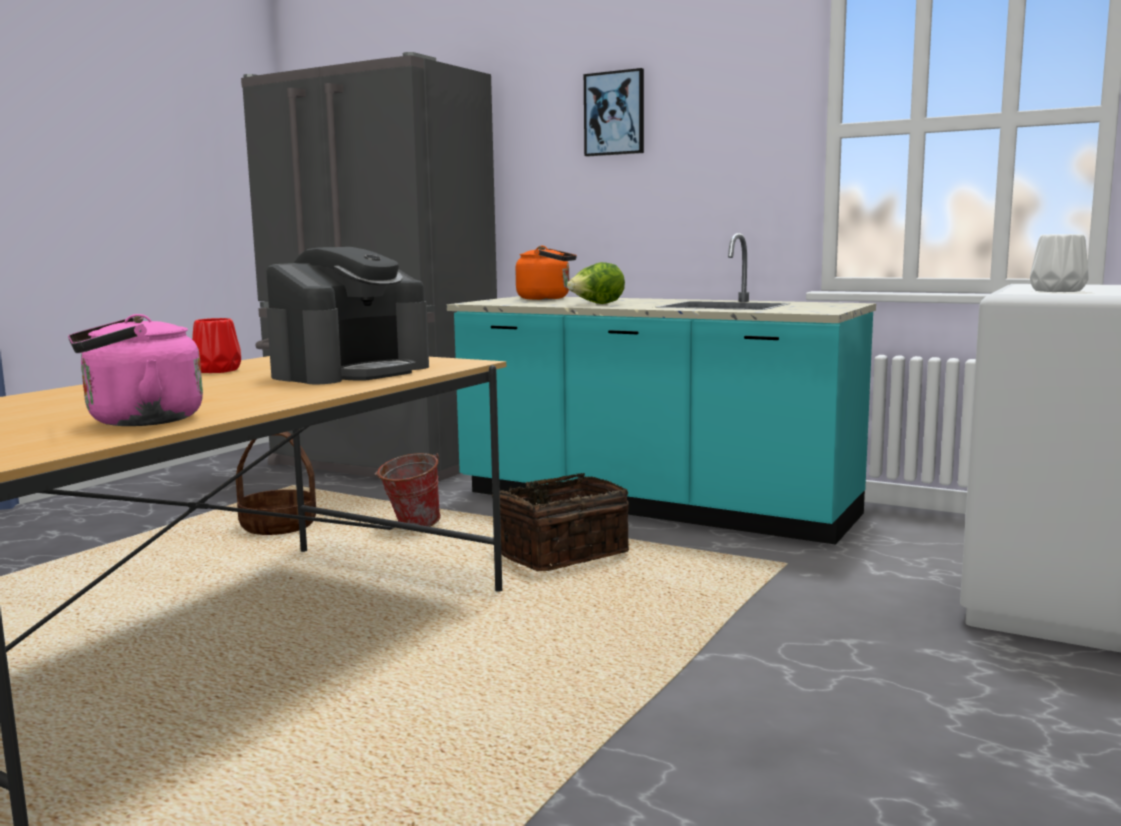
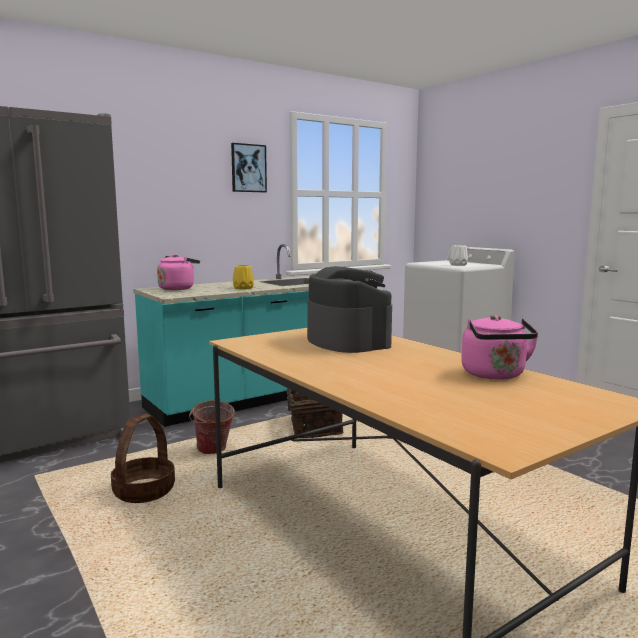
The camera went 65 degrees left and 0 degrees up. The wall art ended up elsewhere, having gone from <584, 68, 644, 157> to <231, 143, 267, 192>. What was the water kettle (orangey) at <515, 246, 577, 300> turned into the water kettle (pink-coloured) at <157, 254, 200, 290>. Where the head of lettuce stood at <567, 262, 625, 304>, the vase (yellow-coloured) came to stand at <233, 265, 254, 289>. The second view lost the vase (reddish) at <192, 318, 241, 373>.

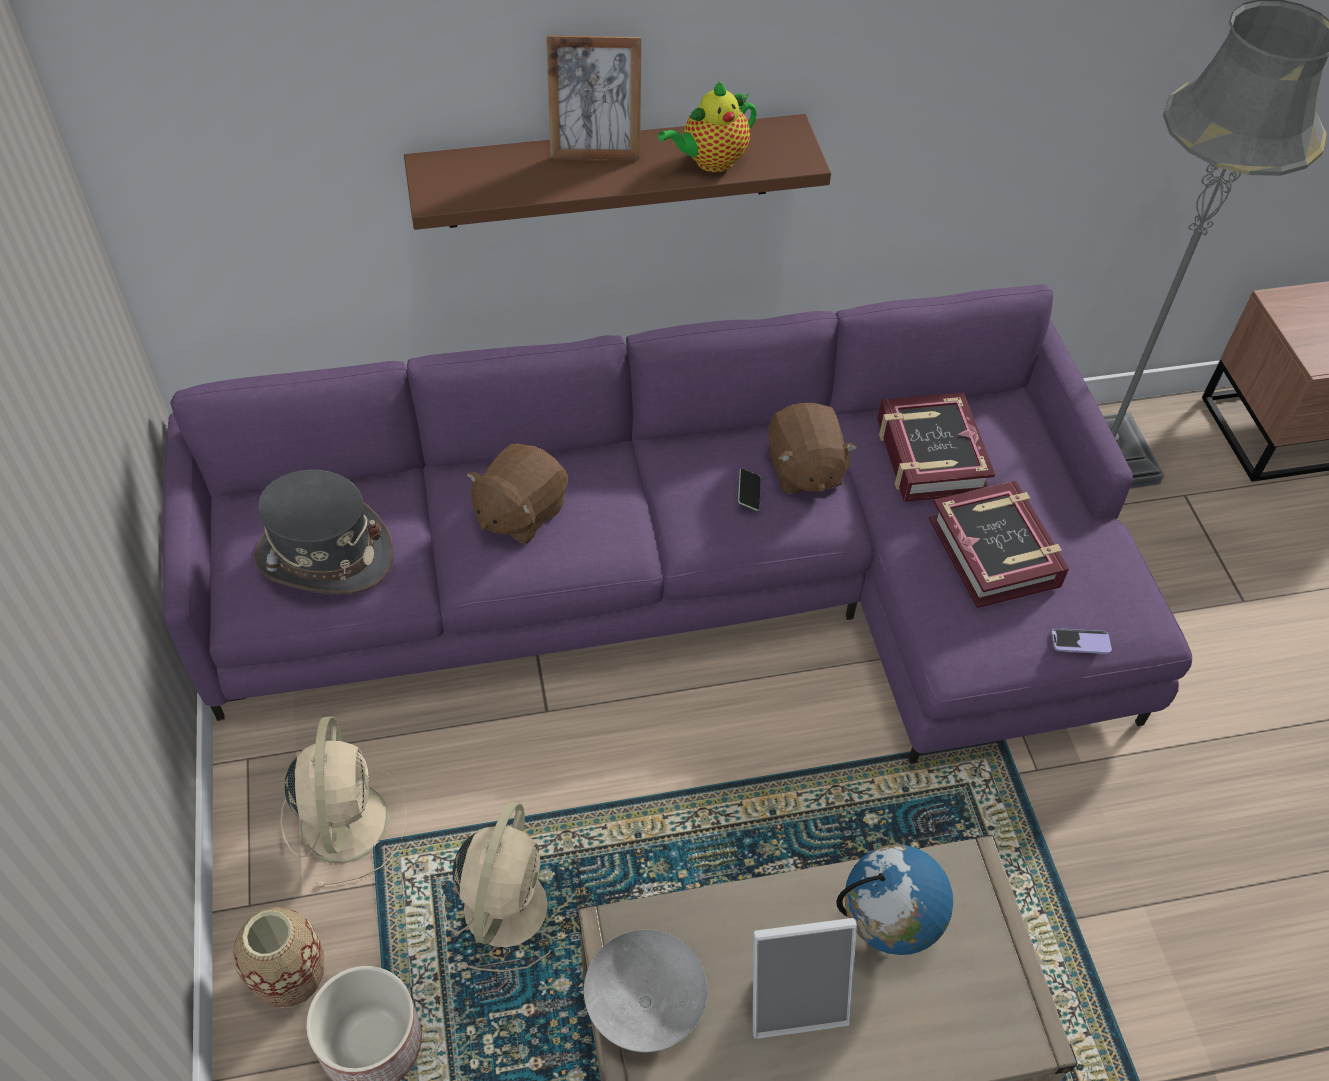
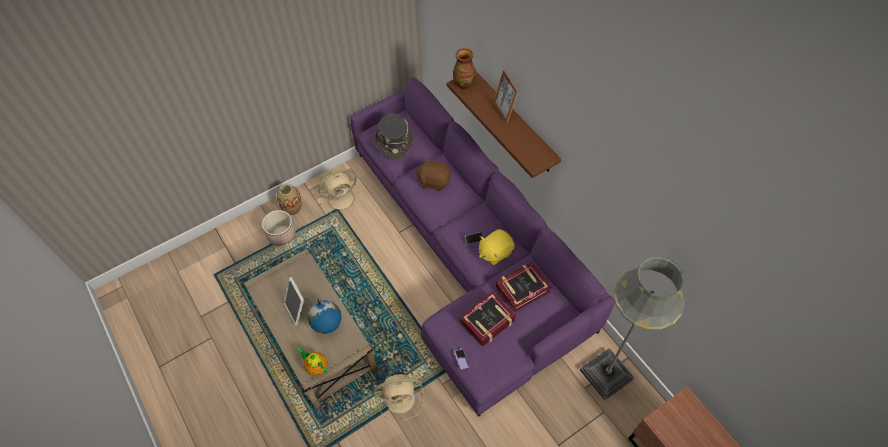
The camera went 70 degrees right and 5 degrees up. The tea pot ended up elsewhere, having gone from <658, 81, 757, 172> to <296, 347, 328, 376>. What was the soft toy (brownish) at <768, 403, 858, 494> turned into the soft toy (yellow-coloured) at <479, 229, 515, 265>. The electric fan (beige-coloured) ended up elsewhere, having gone from <443, 801, 551, 972> to <374, 372, 424, 421>. The second view lost the bowl (greyish) at <584, 930, 707, 1052>. The second view gained the vase at <453, 48, 476, 89>.

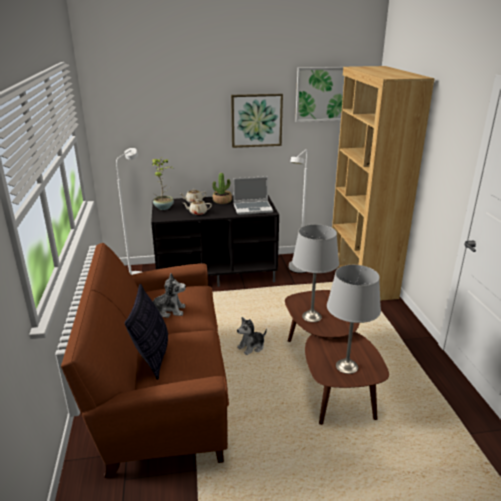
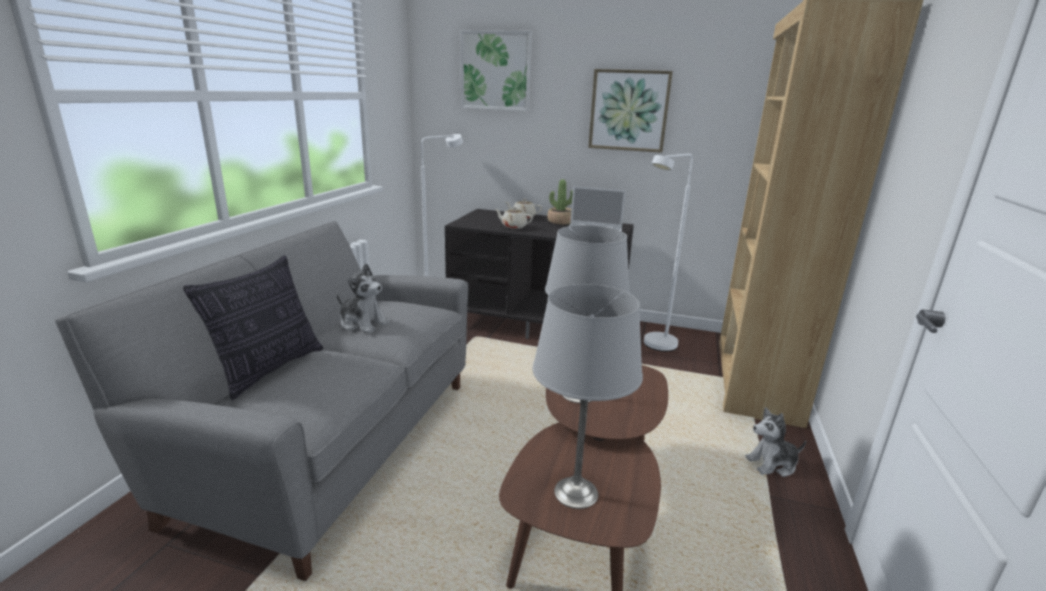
The camera went 25 degrees right and 5 degrees down. The wall art ended up elsewhere, having gone from <295, 67, 344, 122> to <461, 30, 532, 111>. The second view lost the potted plant at <152, 158, 174, 210>. What was the couch (brownish) at <61, 243, 229, 478> turned into the couch (greyish) at <55, 221, 468, 581>. The soft toy ended up elsewhere, having gone from <237, 317, 267, 355> to <745, 407, 806, 477>.

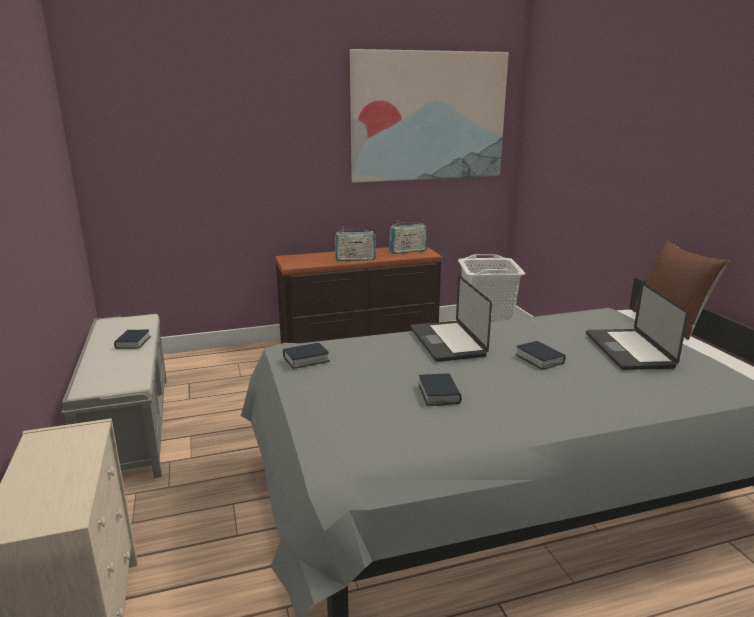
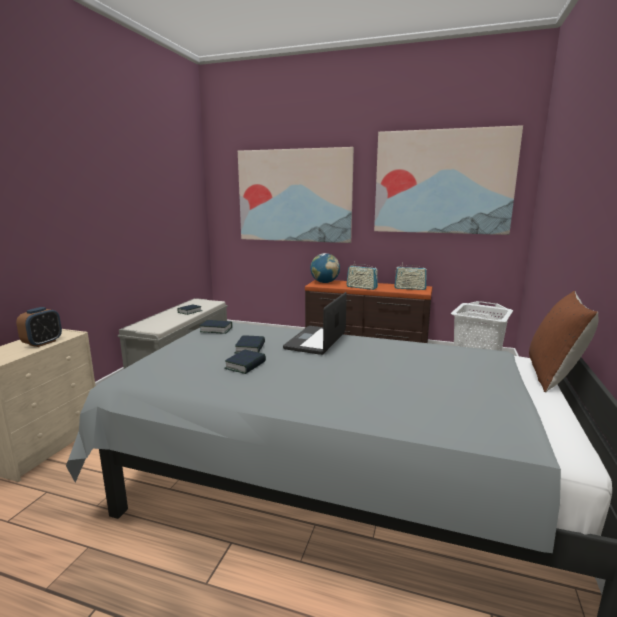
The camera went 35 degrees right and 5 degrees down. The second view lost the laptop at <586, 282, 688, 370>. The volume ended up elsewhere, having gone from <515, 341, 565, 370> to <235, 335, 265, 354>. The second view gained the wall art at <238, 147, 354, 243>. The second view gained the globe at <310, 253, 340, 283>. The second view gained the table clock at <16, 307, 62, 347>.

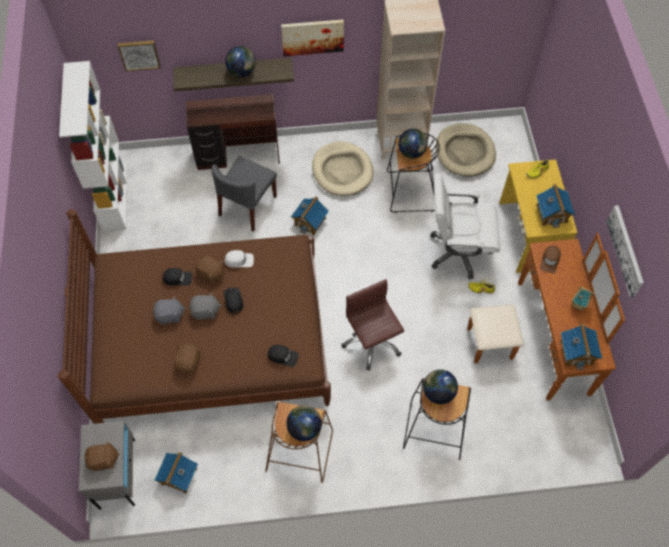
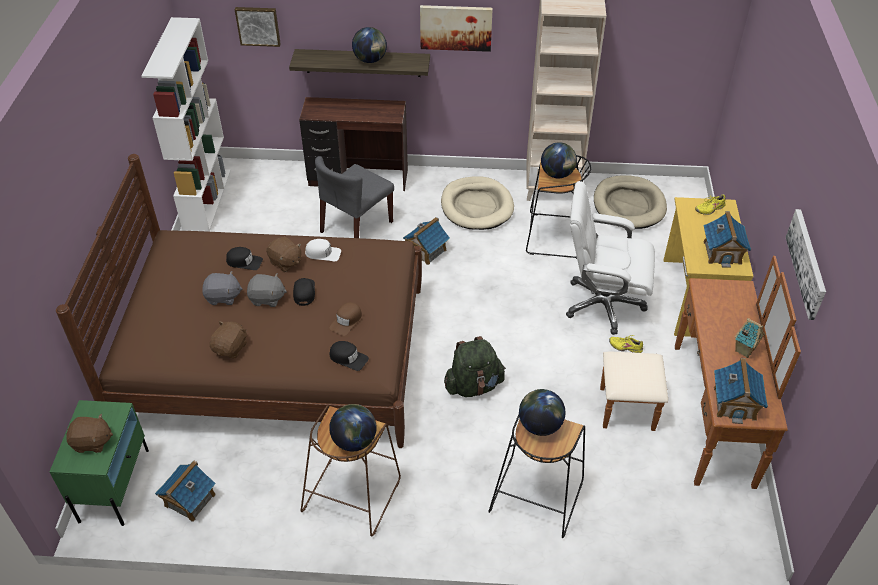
The camera went 10 degrees right and 15 degrees down. The cap (brownish) ended up elsewhere, having gone from <540, 246, 561, 274> to <329, 302, 362, 336>. Where the office chair (brownish) stood at <342, 279, 404, 370>, the rucksack (green-coloured) came to stand at <444, 336, 506, 397>. What was the nightstand (greyish) at <79, 421, 135, 510> turned into the nightstand (green-coloured) at <49, 400, 149, 526>.

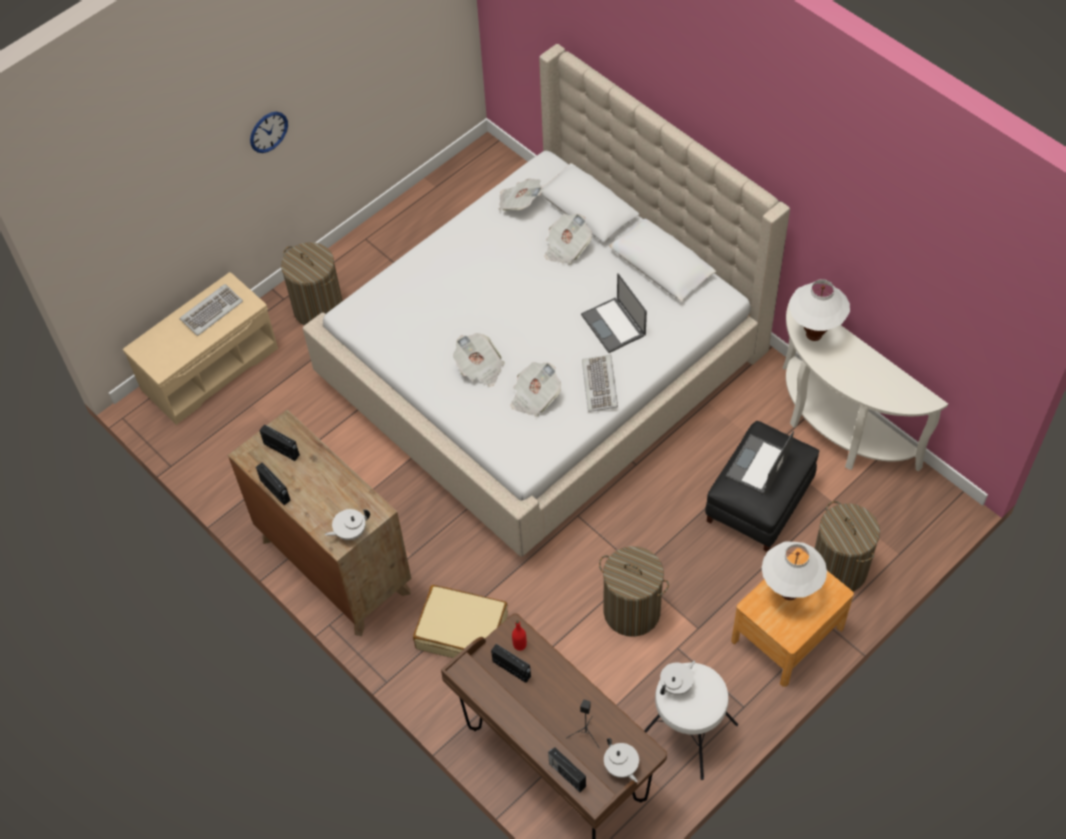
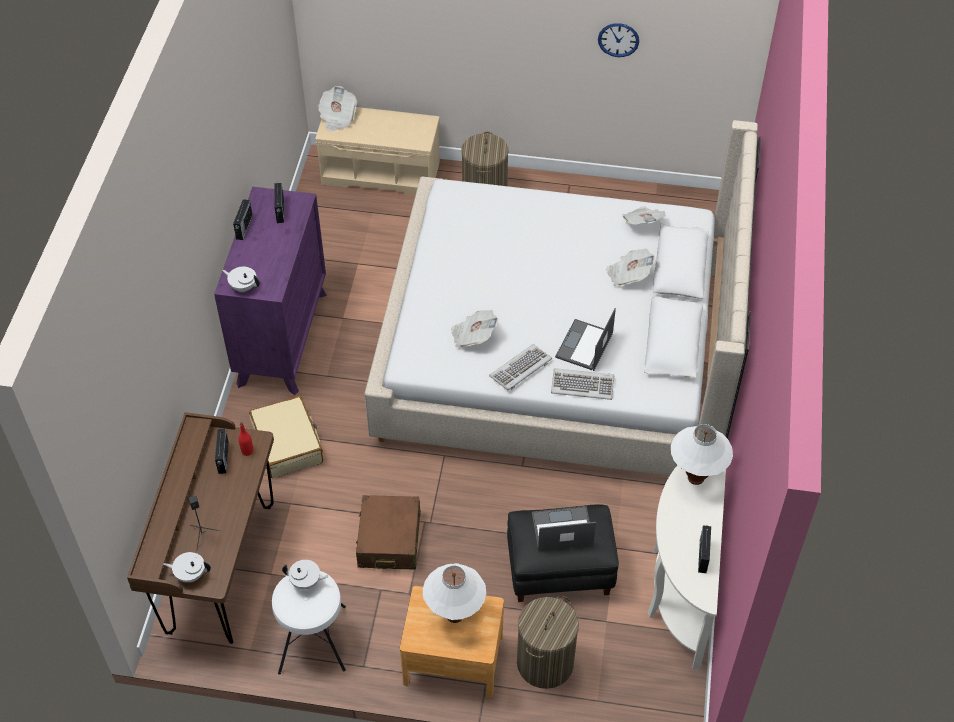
The camera went 50 degrees right and 5 degrees down. The clock on the wall ended up elsewhere, having gone from <250, 112, 288, 153> to <598, 23, 639, 57>. The computer keyboard ended up elsewhere, having gone from <180, 284, 243, 336> to <551, 368, 614, 400>. The daily paper ended up elsewhere, having gone from <453, 333, 505, 387> to <318, 86, 357, 131>. What was the drawer chest (brownish) at <228, 410, 411, 636> turned into the drawer chest (purple-coloured) at <214, 187, 327, 395>. Where the hamper stood at <599, 546, 669, 637>, the suitcase (brownish) came to stand at <356, 495, 421, 570>. The tea pot (white) at <604, 738, 639, 782> ended up facing another way, 75 degrees clockwise from before. The radio set ended up elsewhere, having gone from <548, 747, 586, 792> to <698, 525, 711, 573>.

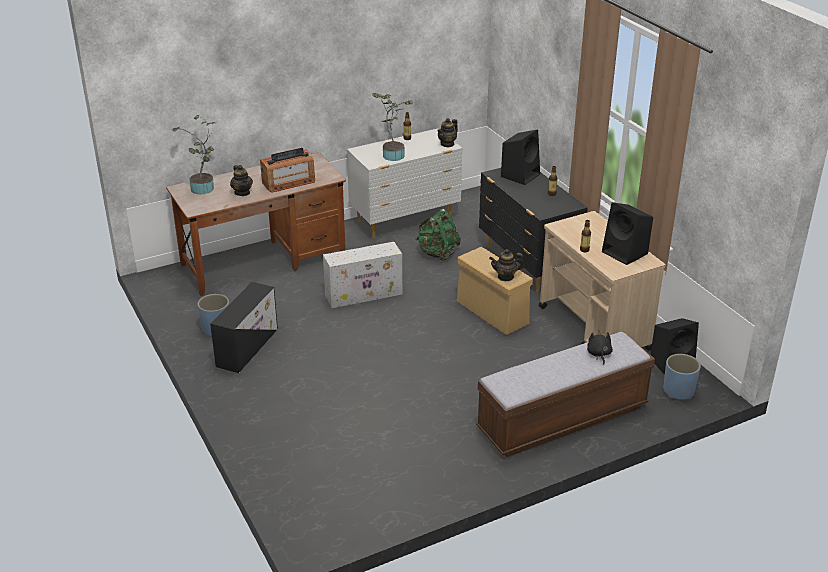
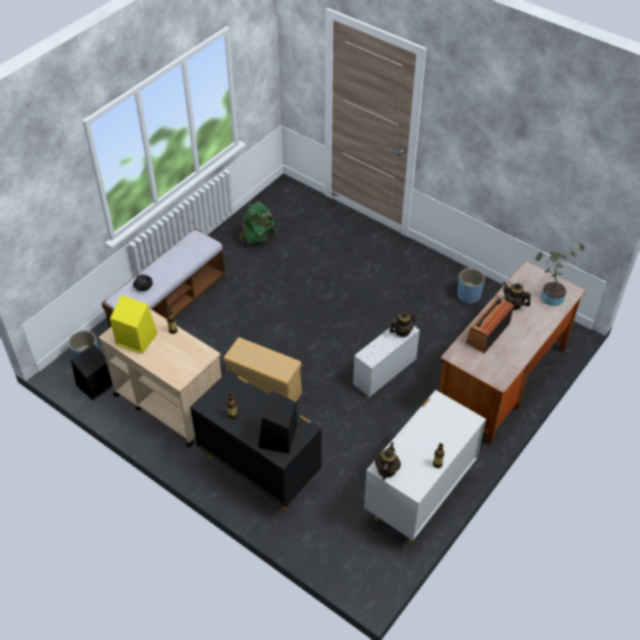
The camera went 155 degrees right and 15 degrees up. The second view lost the potted plant at <372, 93, 413, 161>. What was the loudspeaker (blackish) at <602, 202, 653, 265> turned into the loudspeaker (yellow-coloured) at <110, 295, 158, 354>. The rucksack (green-coloured) ended up elsewhere, having gone from <416, 209, 461, 261> to <240, 201, 275, 245>. The tea pot ended up elsewhere, having gone from <489, 249, 524, 281> to <390, 312, 417, 337>. The second view lost the storage box (blackish) at <210, 282, 278, 373>.

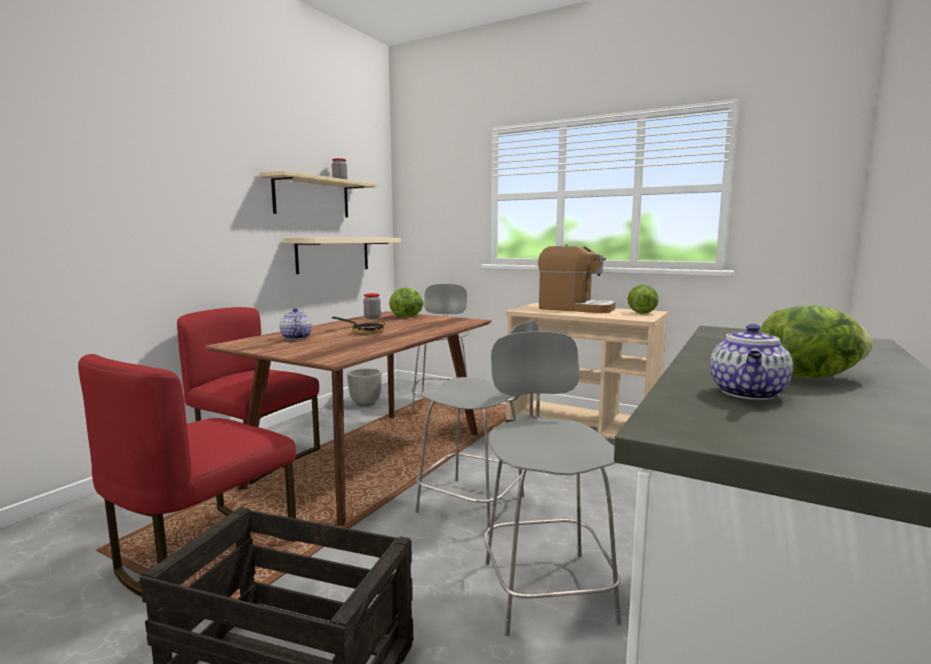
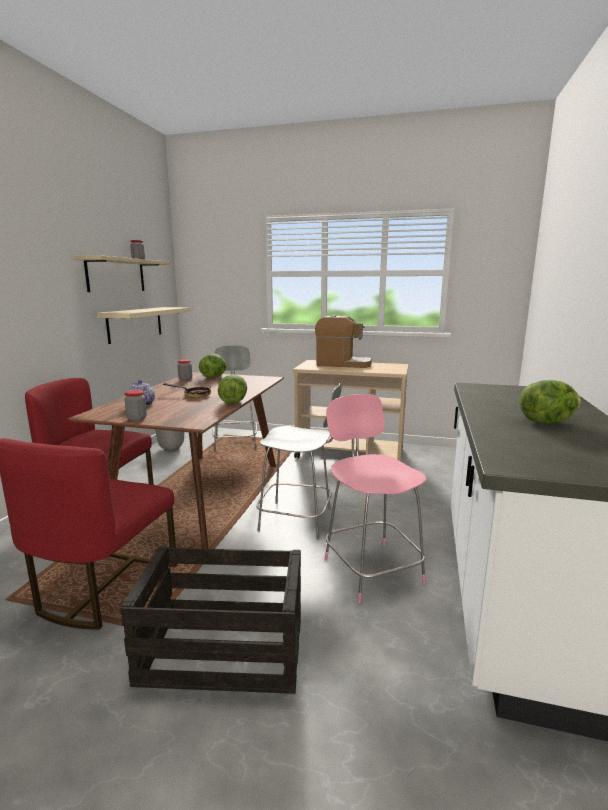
The camera went 15 degrees left and 5 degrees up. The head of lettuce ended up elsewhere, having gone from <628, 285, 659, 314> to <218, 374, 247, 404>. The second view lost the tea pot at <710, 324, 793, 400>. What was the stool (greyish) at <484, 331, 621, 636> turned into the stool (pink-coloured) at <325, 394, 426, 604>. The second view gained the jar at <124, 390, 147, 421>.

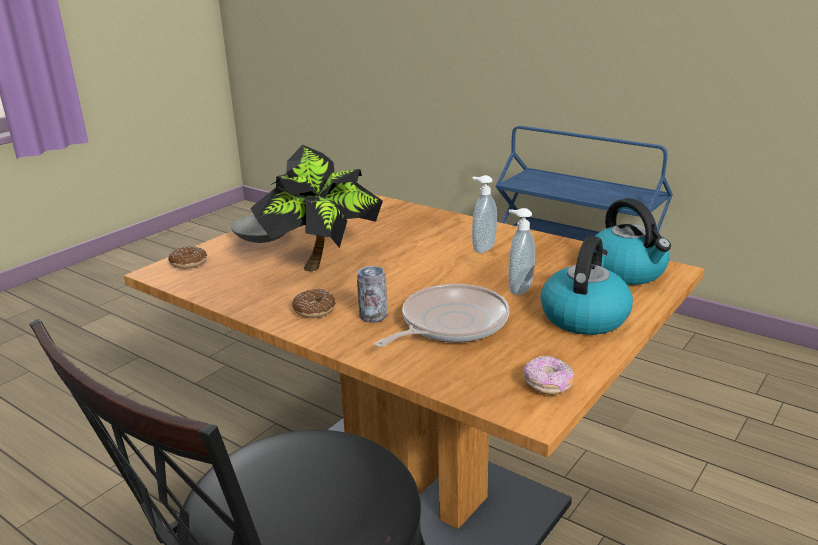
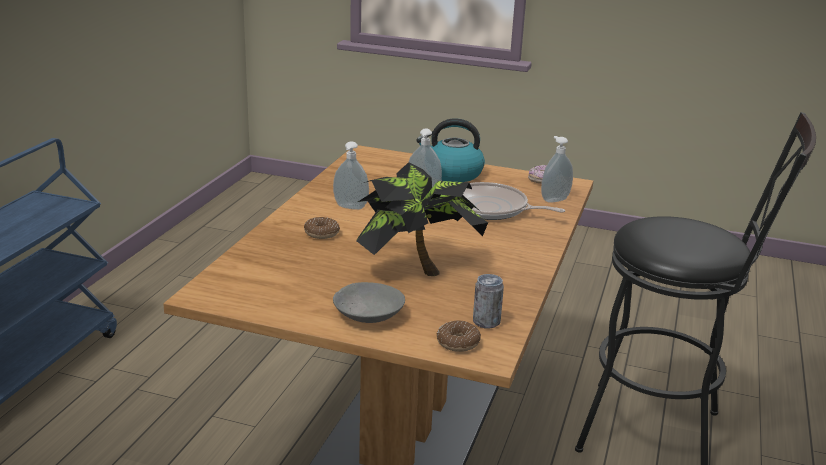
The camera went 110 degrees left and 0 degrees up. The second view lost the water kettle at <594, 198, 671, 285>. The sealed can ended up elsewhere, having gone from <357, 266, 388, 323> to <473, 274, 504, 329>. The ring doughnut ended up elsewhere, having gone from <292, 289, 336, 318> to <304, 217, 340, 239>. The second view gained the soap dispenser at <541, 136, 573, 203>.

